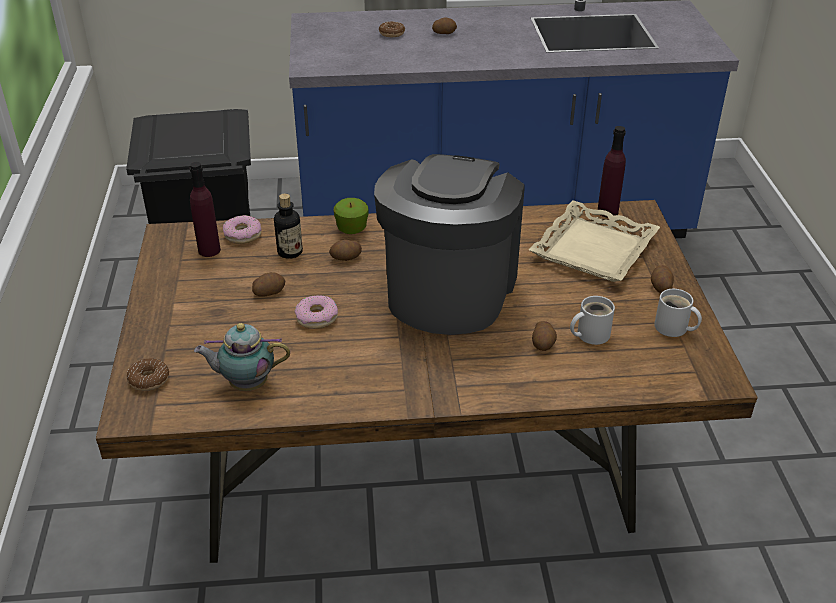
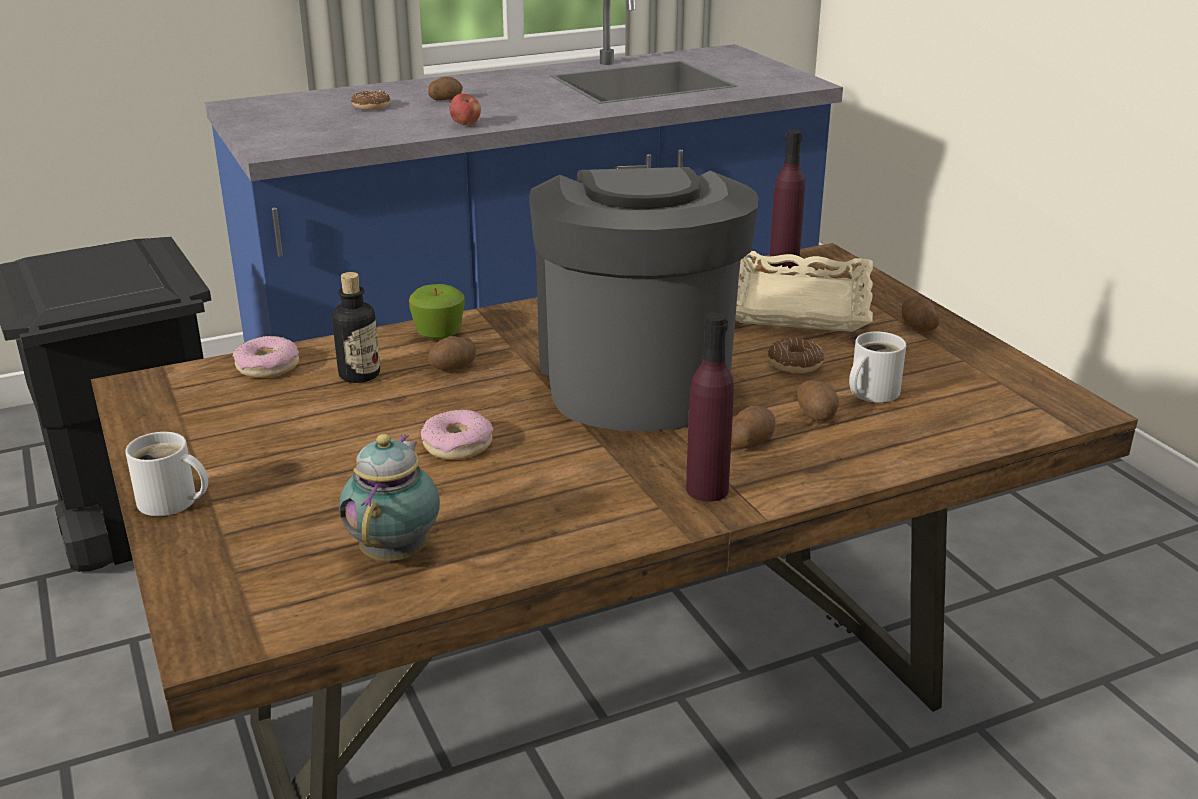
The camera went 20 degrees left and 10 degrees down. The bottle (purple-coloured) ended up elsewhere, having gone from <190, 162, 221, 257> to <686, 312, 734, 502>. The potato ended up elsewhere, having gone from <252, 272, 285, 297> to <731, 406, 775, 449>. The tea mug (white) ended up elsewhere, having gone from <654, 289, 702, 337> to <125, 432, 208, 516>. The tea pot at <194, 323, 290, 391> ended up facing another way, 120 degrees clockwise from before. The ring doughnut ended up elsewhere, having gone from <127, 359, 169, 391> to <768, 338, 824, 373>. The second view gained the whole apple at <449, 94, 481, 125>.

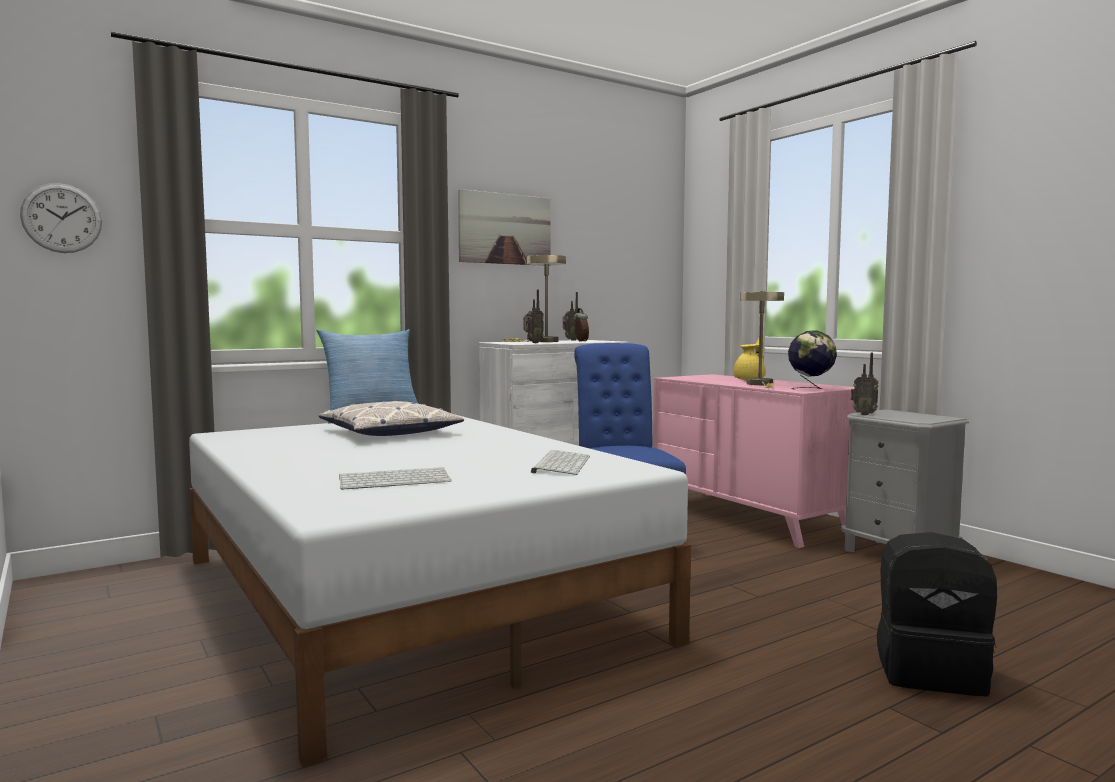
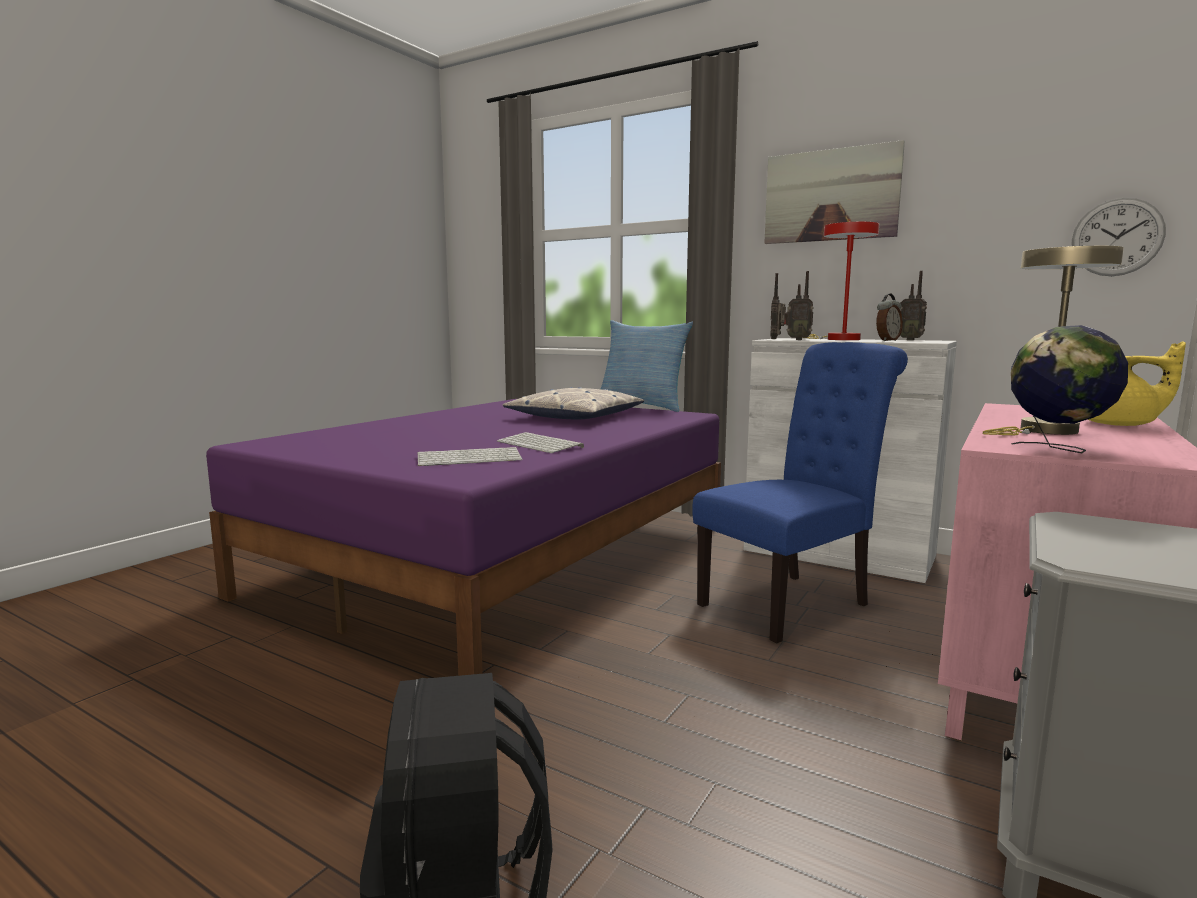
The camera went 65 degrees right and 5 degrees up. The clock on the wall ended up elsewhere, having gone from <20, 183, 102, 253> to <1072, 198, 1166, 276>. What was the lamp for a table (beige-coloured) at <503, 255, 566, 342> turned into the lamp for a table (reddish) at <802, 222, 879, 340>. The radio set ended up elsewhere, having gone from <851, 353, 879, 415> to <770, 273, 786, 339>. What was the sleeping bed (white) at <189, 414, 691, 768> turned into the sleeping bed (purple-coloured) at <206, 399, 721, 676>. The computer keyboard ended up elsewhere, having gone from <339, 467, 451, 490> to <497, 432, 584, 453>.

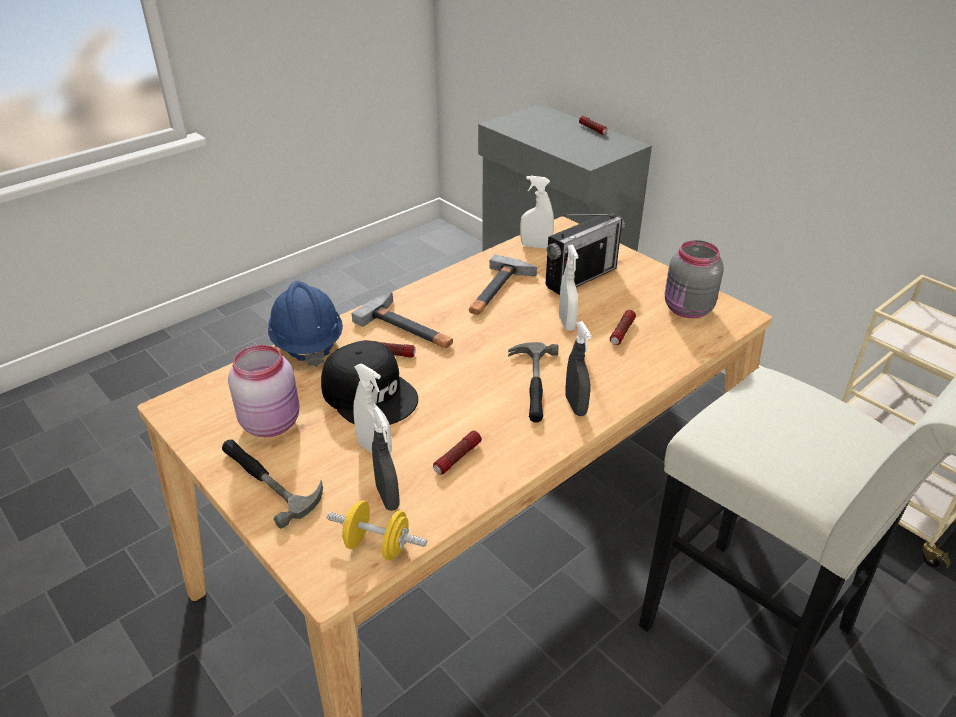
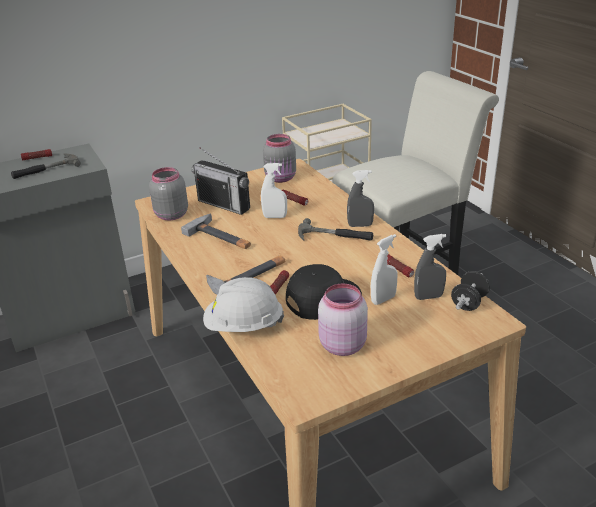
The camera went 75 degrees left and 5 degrees down. Where the hand sprayer (white) stood at <520, 176, 554, 249>, the jar (greyish) came to stand at <149, 167, 188, 220>. The radio set at <545, 213, 625, 295> ended up facing another way, 150 degrees clockwise from before. What was the work helmet (blue-coloured) at <268, 281, 343, 367> turned into the work helmet (white) at <203, 277, 284, 332>. The hammer ended up elsewhere, having gone from <222, 440, 323, 528> to <11, 153, 81, 179>. What was the free weight (yellow-coloured) at <327, 500, 427, 560> turned into the free weight (blackish) at <451, 271, 490, 311>.

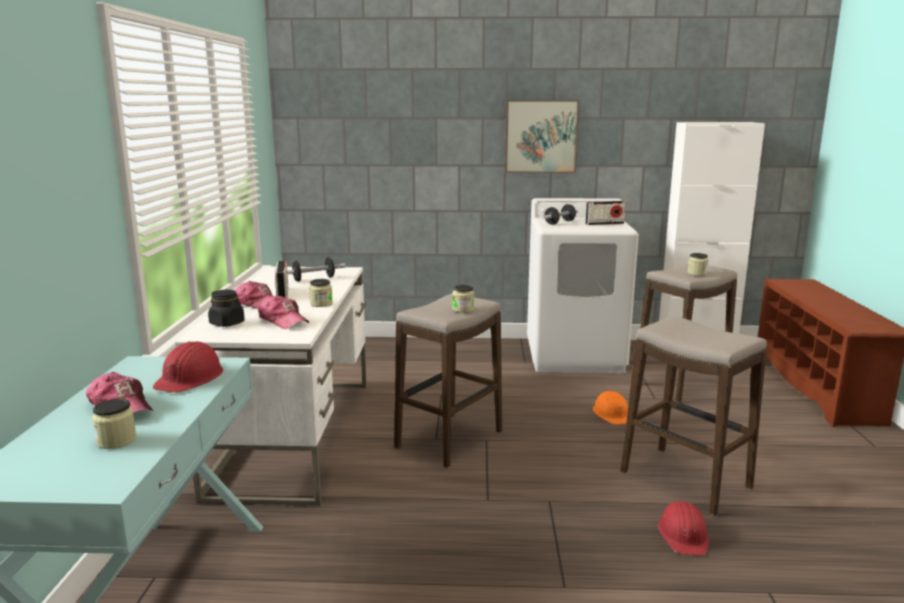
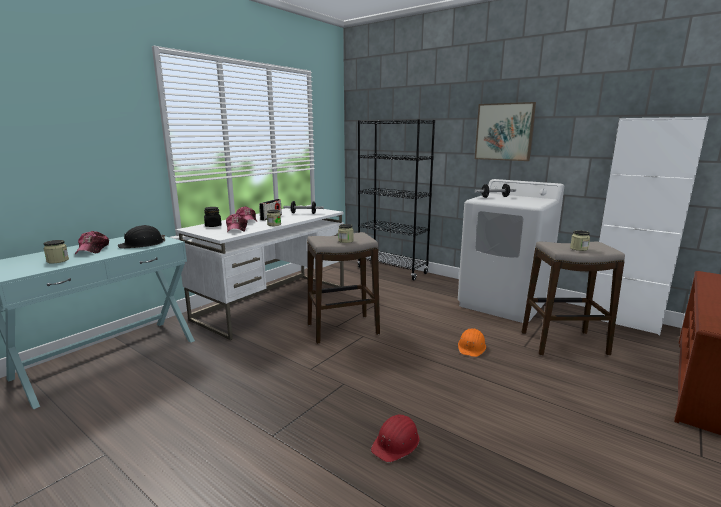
The camera went 35 degrees right and 0 degrees up. The second view lost the radio set at <585, 201, 626, 225>. The second view lost the stool at <620, 316, 767, 515>. What was the work helmet (reddish) at <152, 341, 223, 392> turned into the work helmet (blackish) at <118, 225, 165, 249>. The second view gained the bookshelf (blackish) at <357, 119, 435, 280>.

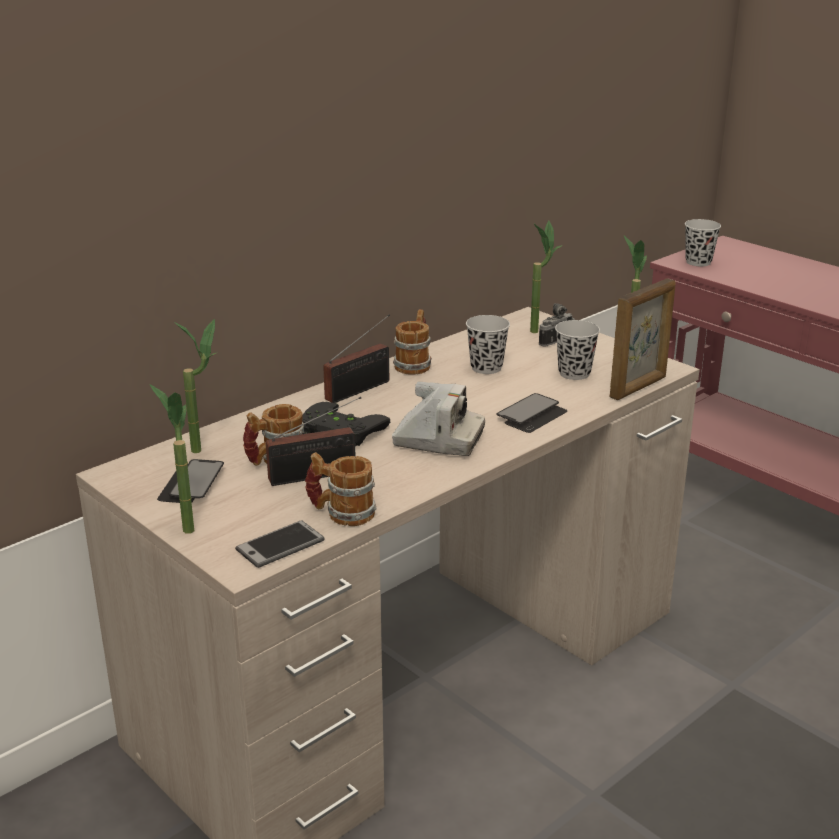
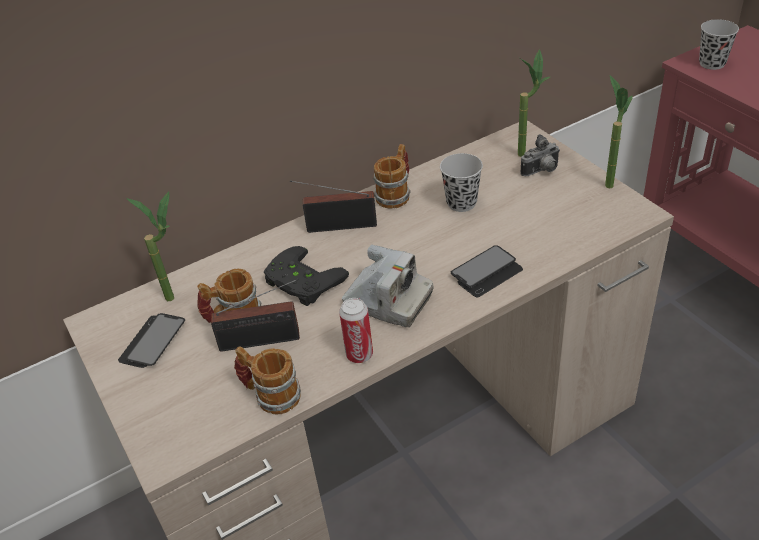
The camera went 15 degrees right and 15 degrees up. The second view lost the photo frame at <610, 278, 676, 400>. The radio set at <323, 315, 390, 403> ended up facing another way, 150 degrees counterclockwise from before. The second view lost the small cup (blackish) at <555, 320, 600, 380>. The second view lost the potted plant at <149, 384, 194, 534>. The second view lost the phone at <235, 520, 325, 568>. The second view gained the sealed can at <339, 298, 373, 363>.

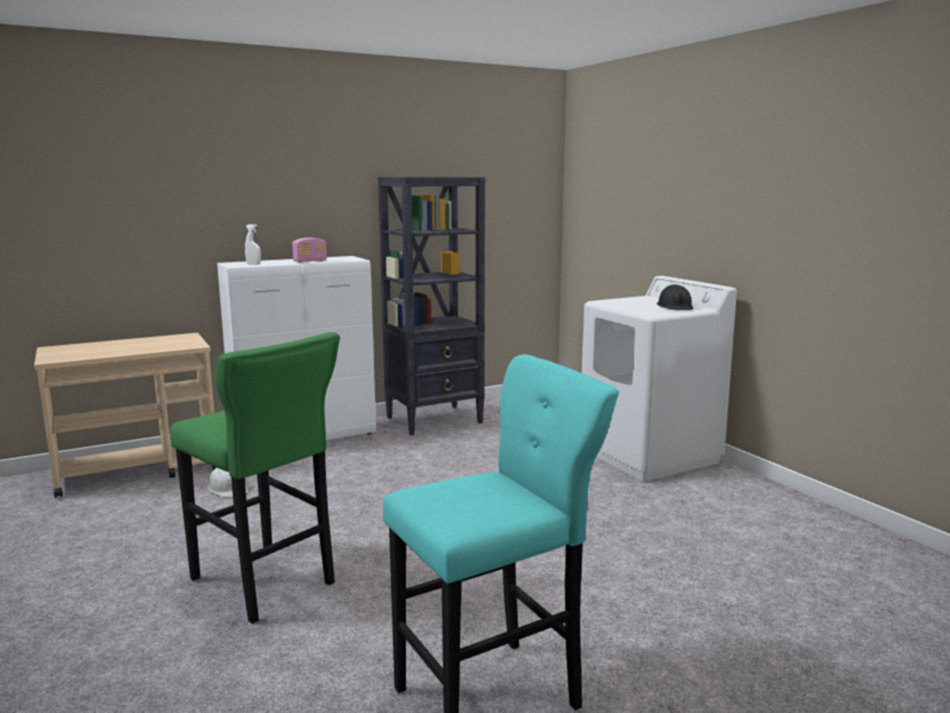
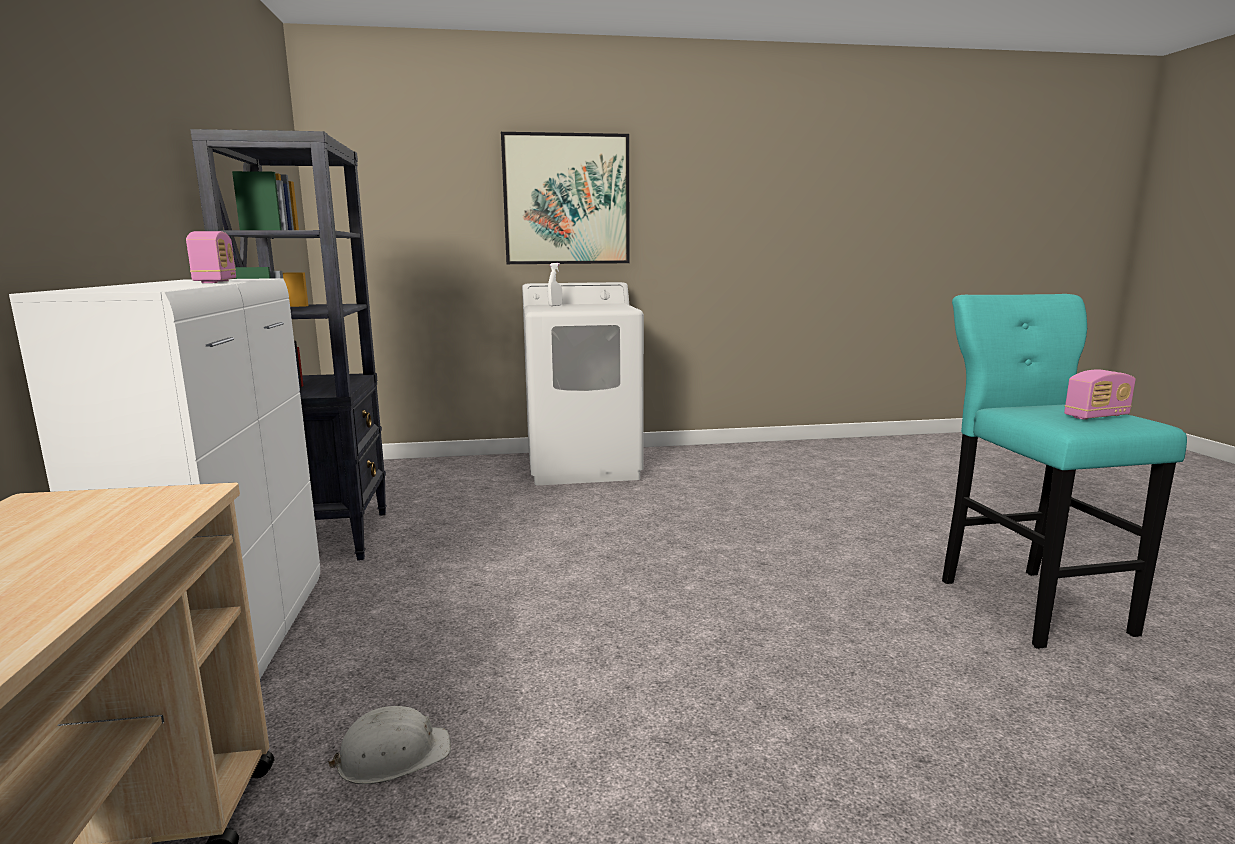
The camera went 70 degrees left and 0 degrees up. The hand sprayer (white) ended up elsewhere, having gone from <245, 224, 261, 265> to <548, 263, 562, 306>. The second view lost the work helmet (blackish) at <657, 284, 693, 310>. The second view lost the stool (green-coloured) at <170, 332, 340, 624>. The second view gained the wall art at <501, 132, 630, 264>. The second view gained the radio set at <1064, 370, 1136, 420>.

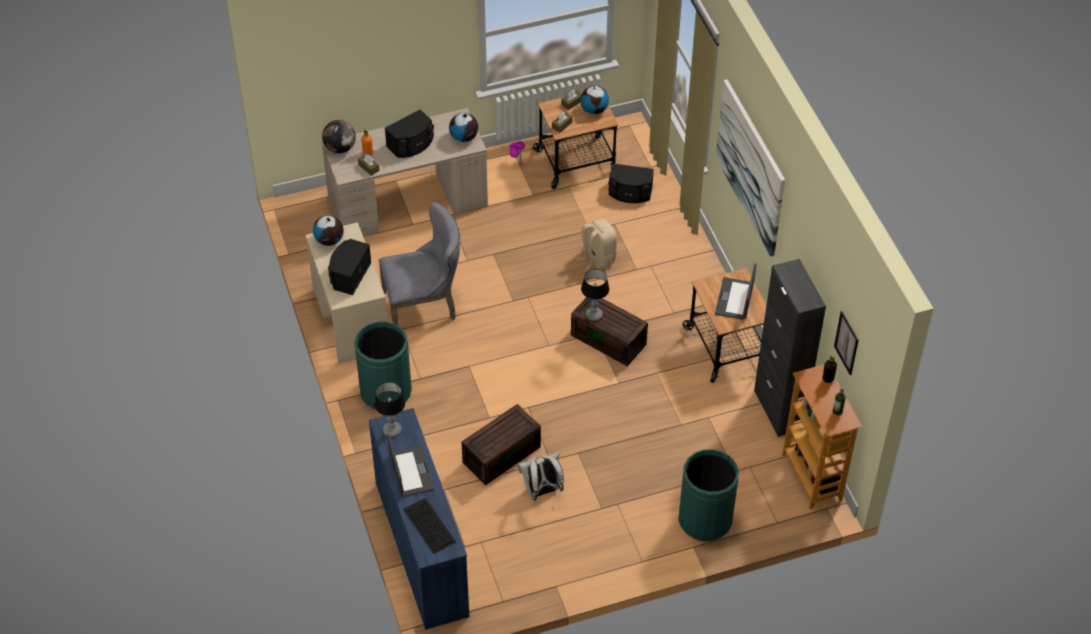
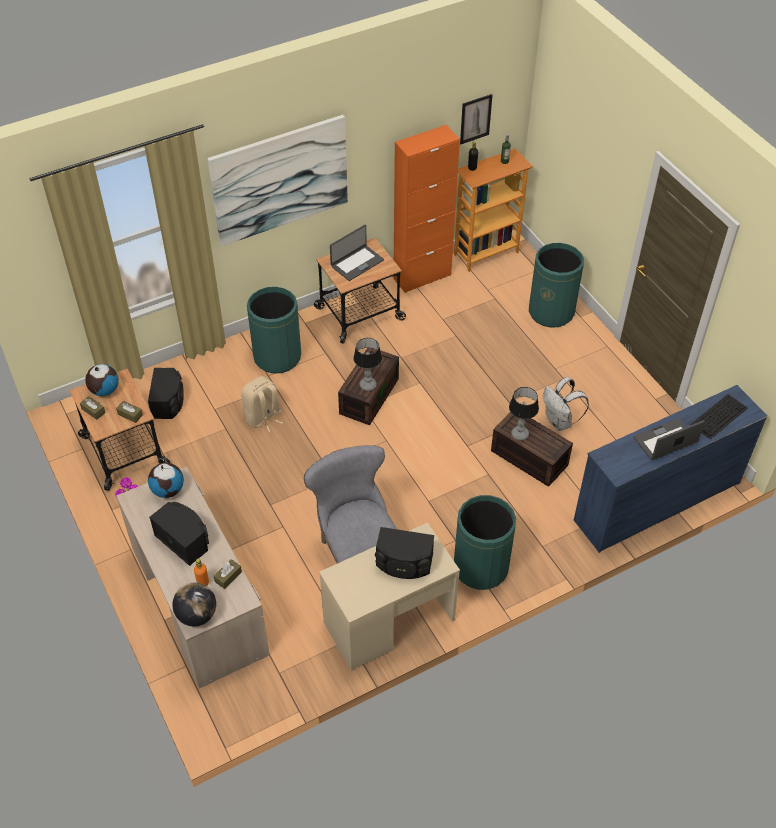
The camera went 100 degrees left and 0 degrees up. The second view lost the globe at <313, 215, 344, 246>. What was the cupboard (blackish) at <754, 259, 826, 437> turned into the cupboard (orangey) at <393, 125, 460, 293>. The laptop at <715, 263, 756, 320> ended up facing another way, 45 degrees counterclockwise from before. The lamp for a table ended up elsewhere, having gone from <374, 382, 405, 437> to <509, 387, 539, 441>. The second view gained the rubbish bin (green-coloured) at <247, 287, 301, 374>.

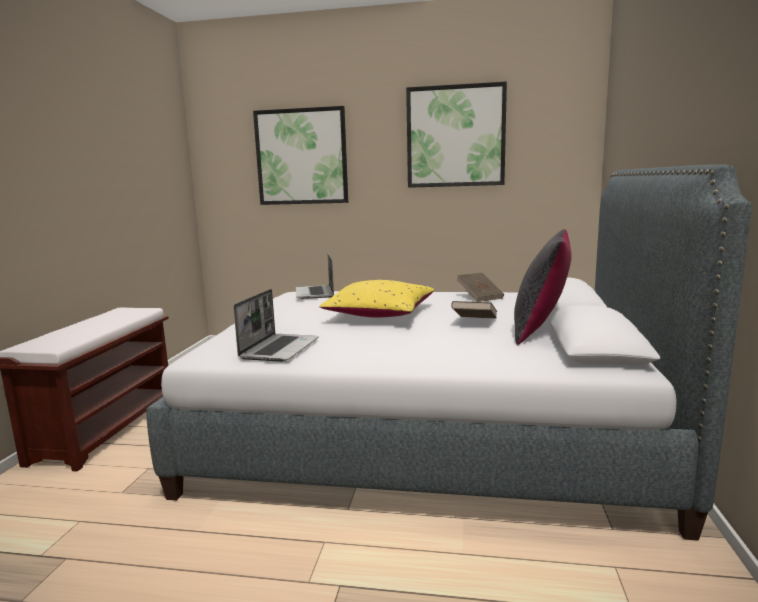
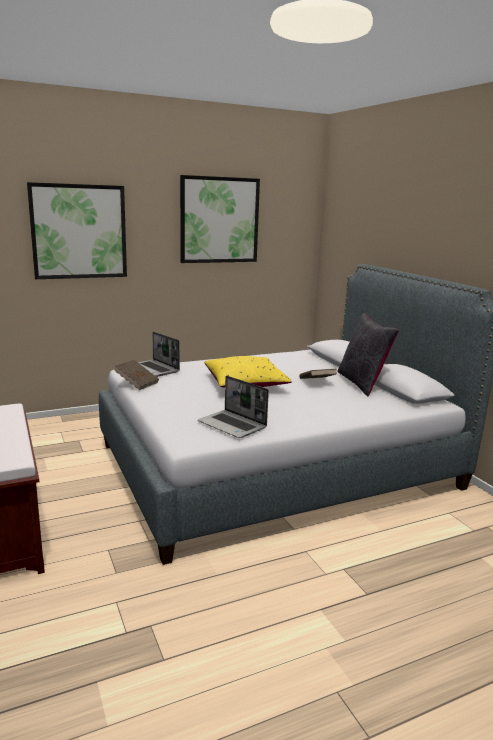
The camera went 35 degrees left and 5 degrees up. The volume (brownish) ended up elsewhere, having gone from <456, 273, 504, 302> to <114, 360, 159, 390>. The laptop at <233, 289, 319, 362> ended up facing another way, 150 degrees clockwise from before.

